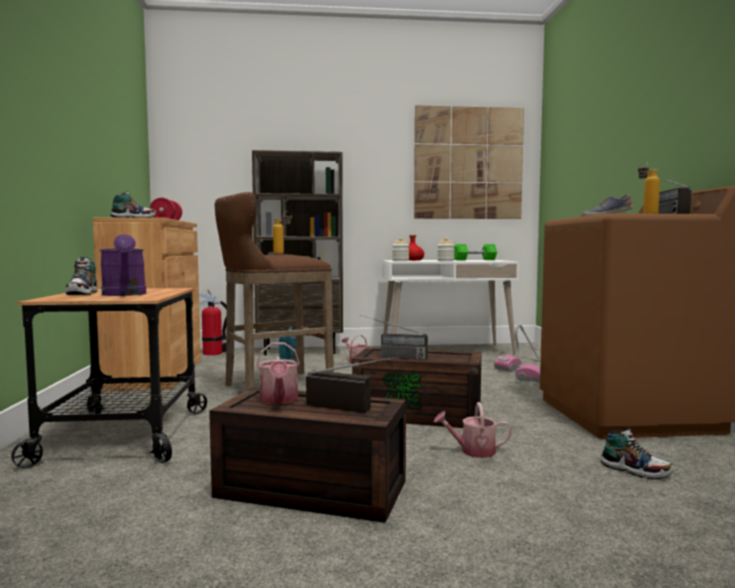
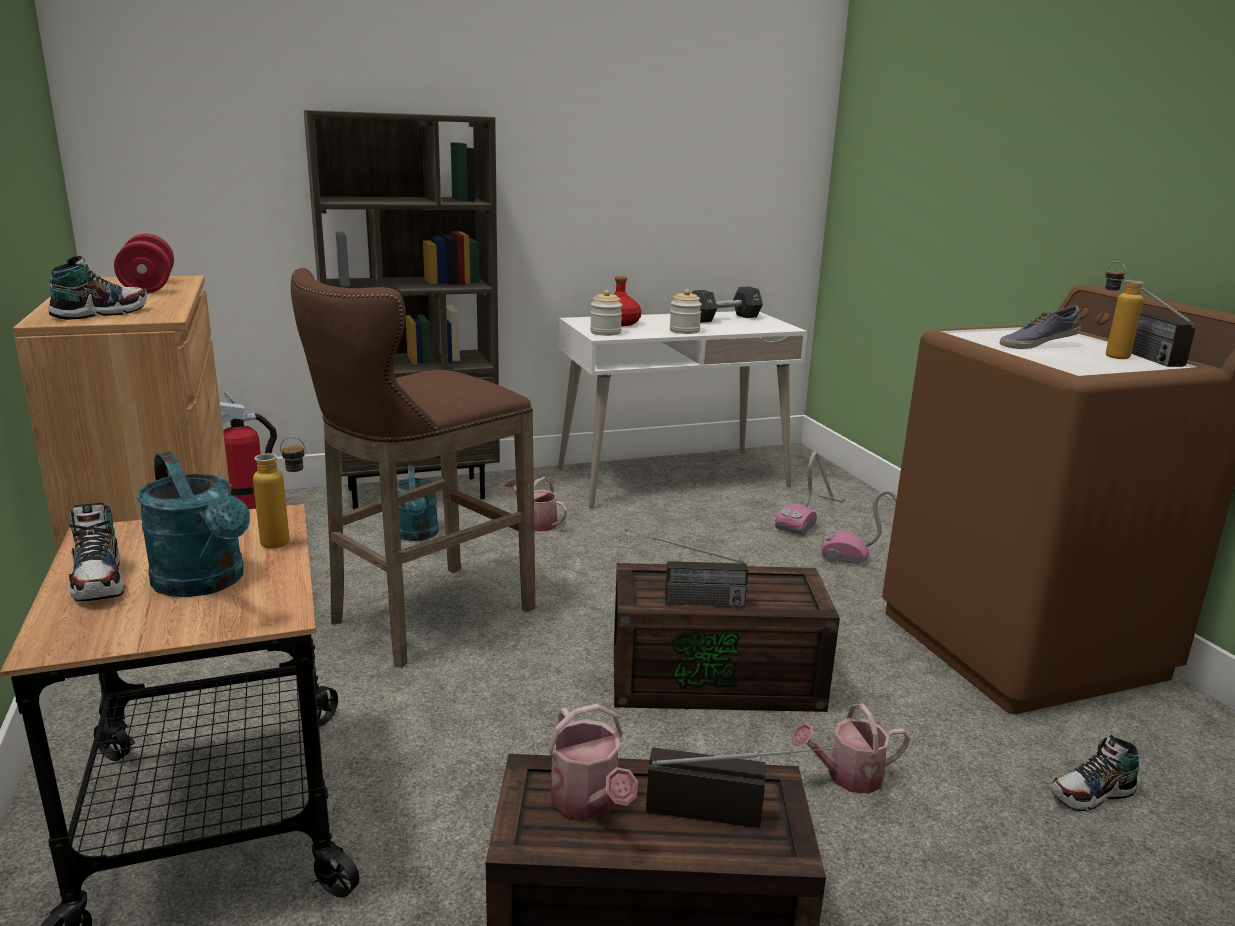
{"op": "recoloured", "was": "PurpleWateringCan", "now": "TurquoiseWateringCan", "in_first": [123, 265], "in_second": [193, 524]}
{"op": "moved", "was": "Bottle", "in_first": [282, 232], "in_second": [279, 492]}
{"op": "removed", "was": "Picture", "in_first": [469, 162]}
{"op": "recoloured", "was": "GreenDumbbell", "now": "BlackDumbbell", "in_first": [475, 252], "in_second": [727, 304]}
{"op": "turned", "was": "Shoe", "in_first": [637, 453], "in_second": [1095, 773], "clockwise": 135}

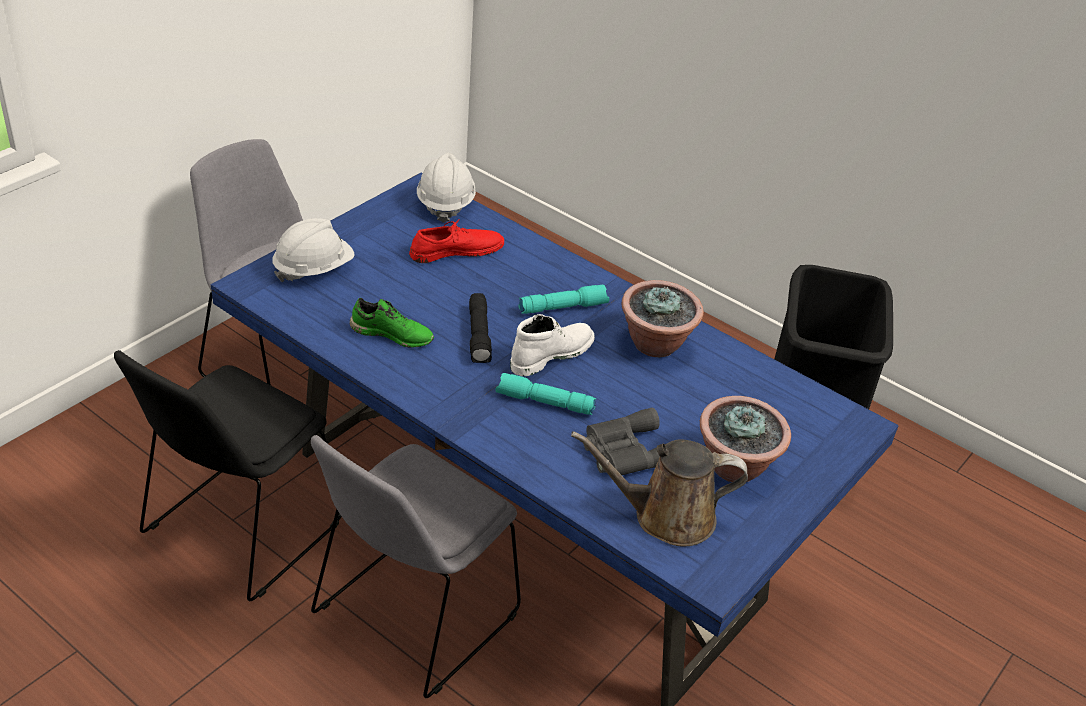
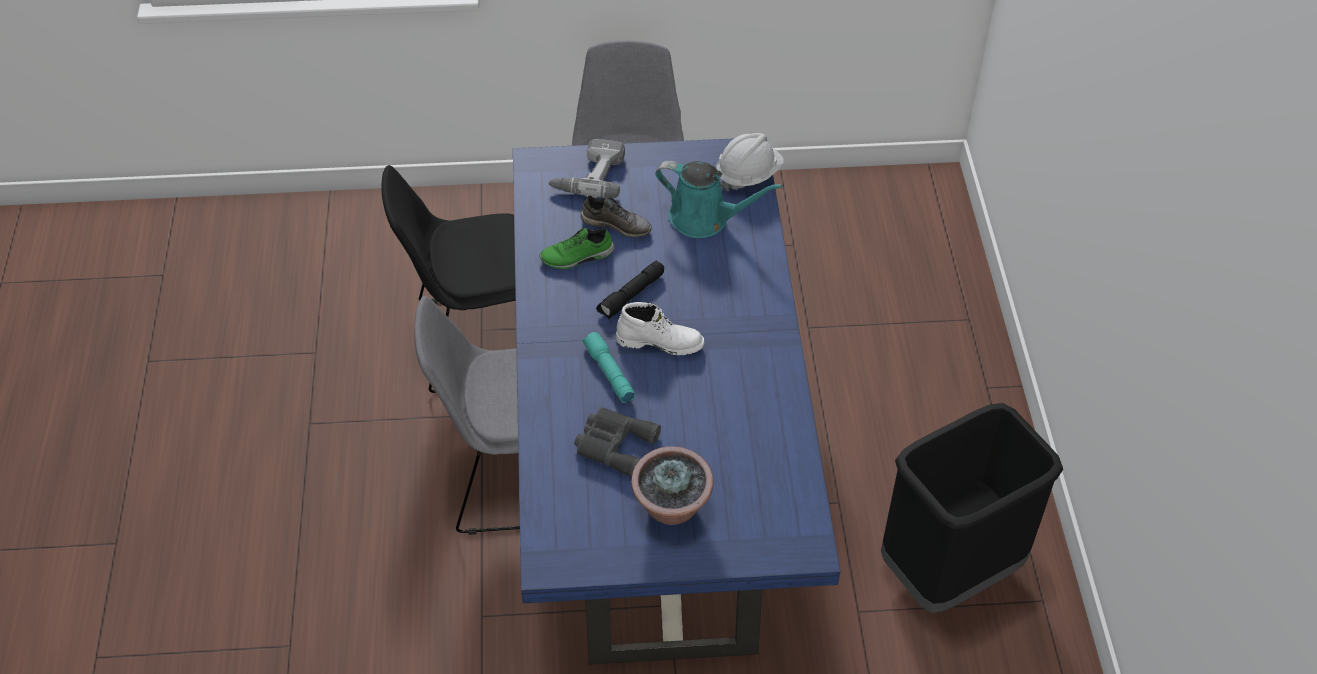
{"op": "replaced", "was": "WhiteHardHat", "now": "PowerDrill", "in_first": [313, 250], "in_second": [586, 168]}
{"op": "turned", "was": "GreenShoe", "in_first": [392, 323], "in_second": [576, 248], "clockwise": 105}
{"op": "replaced", "was": "RedShoe", "now": "TurquoiseWateringCan", "in_first": [456, 241], "in_second": [719, 199]}
{"op": "removed", "was": "TurquoiseFlashlight", "in_first": [564, 299]}
{"op": "removed", "was": "BrownWateringCan", "in_first": [659, 489]}
{"op": "removed", "was": "PottedPlant", "in_first": [662, 318]}
{"op": "added", "now": "GreyShoe", "in_second": [616, 216]}

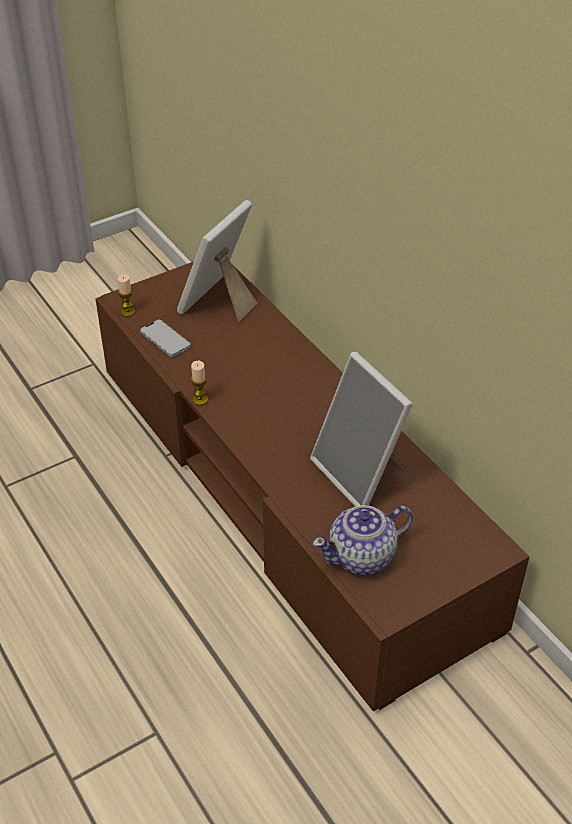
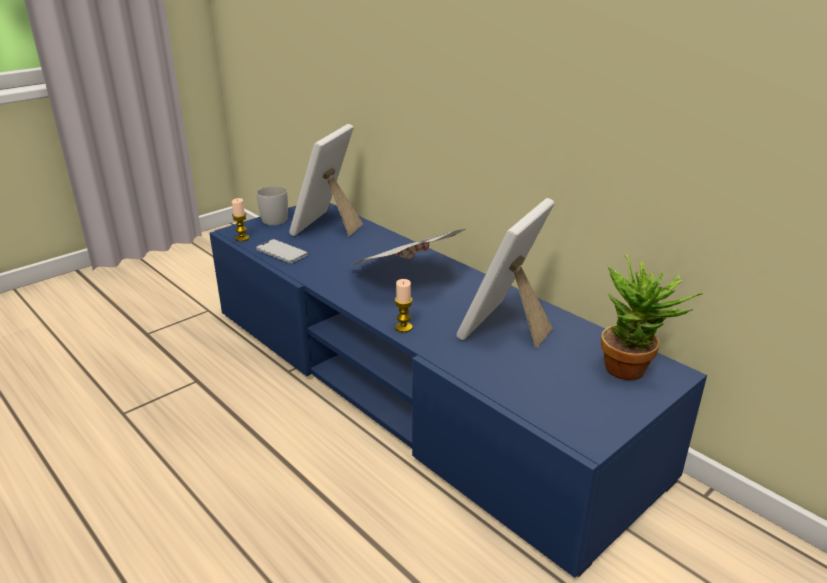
{"op": "recoloured", "was": "BrownTvStand", "now": "BlueTvStand", "in_first": [312, 487], "in_second": [458, 390]}
{"op": "moved", "was": "Candle", "in_first": [199, 383], "in_second": [404, 305]}
{"op": "turned", "was": "PictureFrame", "in_first": [361, 429], "in_second": [506, 273], "clockwise": 75}
{"op": "removed", "was": "Teapot", "in_first": [363, 540]}
{"op": "added", "now": "WhiteMug", "in_second": [272, 205]}
{"op": "added", "now": "Newspaper", "in_second": [408, 247]}
{"op": "added", "now": "PottedPlant", "in_second": [652, 317]}

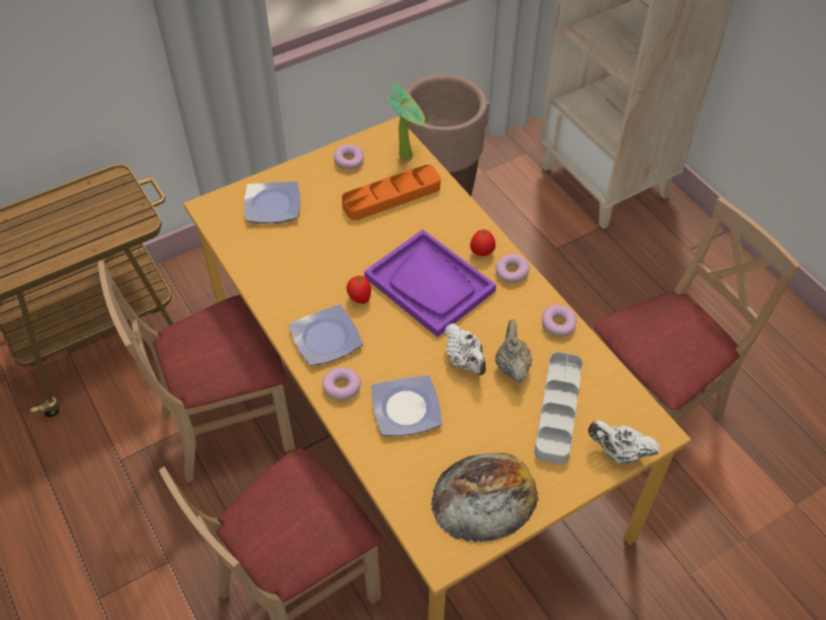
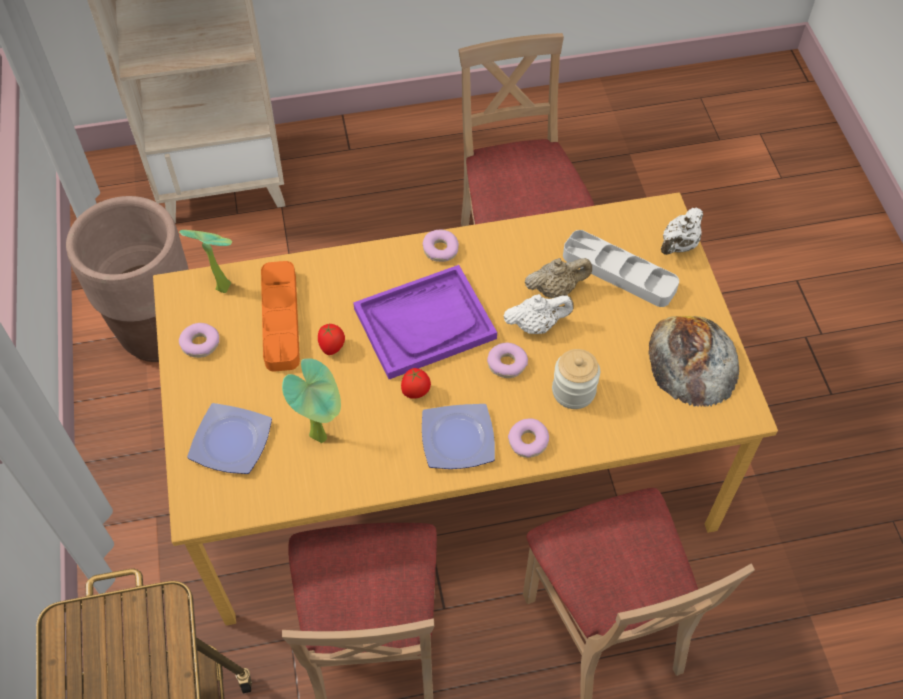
{"op": "replaced", "was": "Plate", "now": "Jar", "in_first": [407, 405], "in_second": [576, 379]}
{"op": "moved", "was": "Tomato", "in_first": [483, 242], "in_second": [331, 339]}
{"op": "turned", "was": "BeigeTeapot", "in_first": [514, 351], "in_second": [558, 278], "clockwise": 150}
{"op": "moved", "was": "Donut", "in_first": [559, 321], "in_second": [507, 360]}
{"op": "added", "now": "PottedPlant", "in_second": [311, 400]}

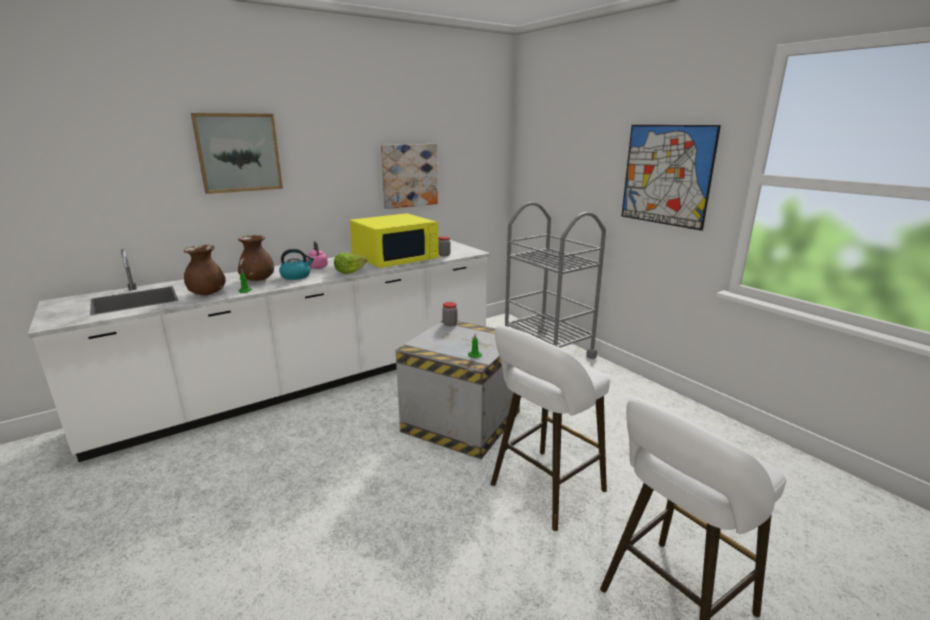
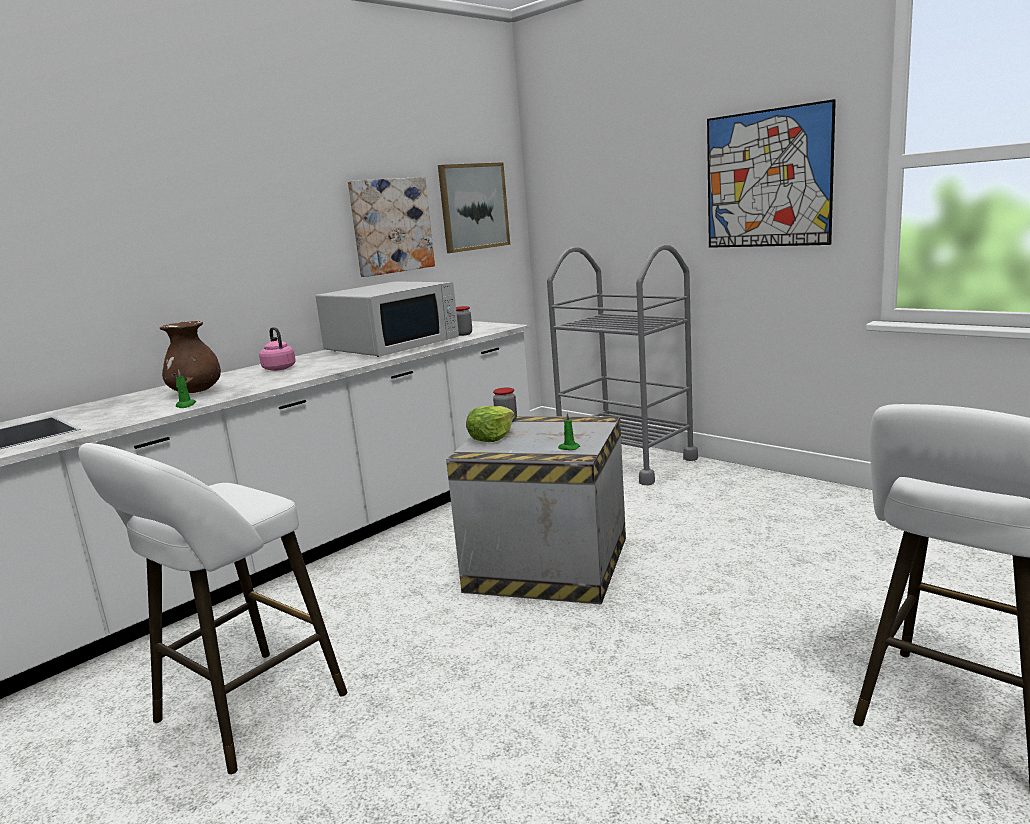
{"op": "removed", "was": "BrownVase", "in_first": [205, 270]}
{"op": "moved", "was": "Picture", "in_first": [237, 153], "in_second": [474, 207]}
{"op": "removed", "was": "Kettle", "in_first": [296, 264]}
{"op": "moved", "was": "Lettuce", "in_first": [350, 263], "in_second": [490, 424]}
{"op": "recoloured", "was": "YellowMicrowave", "now": "WhiteMicrowave", "in_first": [394, 240], "in_second": [387, 319]}
{"op": "moved", "was": "WhiteStool", "in_first": [550, 428], "in_second": [212, 608]}

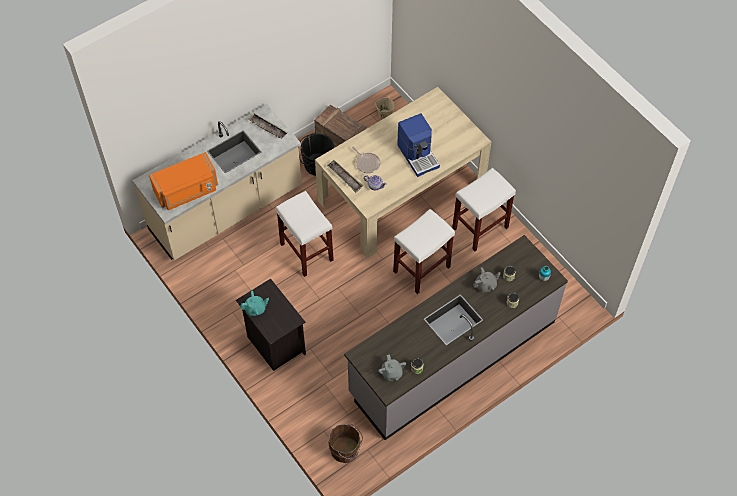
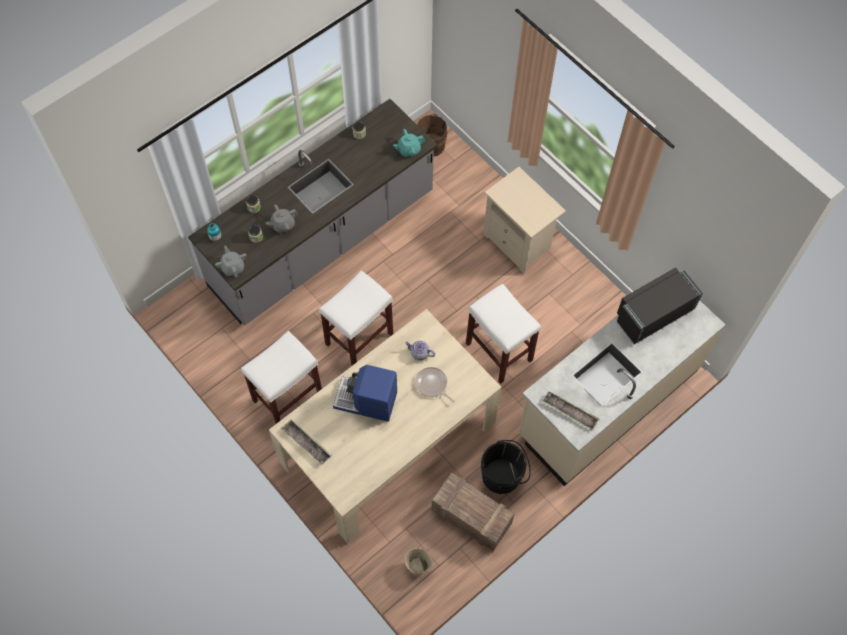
{"op": "recoloured", "was": "OrangeMicrowave", "now": "BlackMicrowave", "in_first": [183, 181], "in_second": [660, 306]}
{"op": "recoloured", "was": "BlackNightstand", "now": "BeigeNightstand", "in_first": [271, 324], "in_second": [524, 220]}
{"op": "moved", "was": "TurquoiseTeapot", "in_first": [254, 303], "in_second": [409, 143]}
{"op": "moved", "was": "Tray", "in_first": [345, 176], "in_second": [306, 442]}
{"op": "moved", "was": "GreyTeapot", "in_first": [392, 367], "in_second": [231, 261]}
{"op": "turned", "was": "CoffeeMachine", "in_first": [418, 145], "in_second": [365, 393], "clockwise": -45}

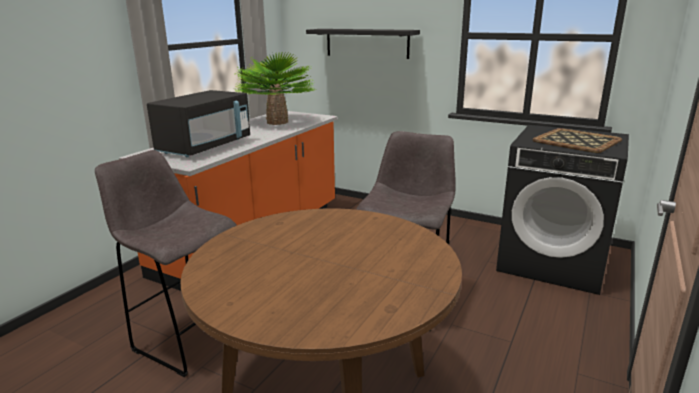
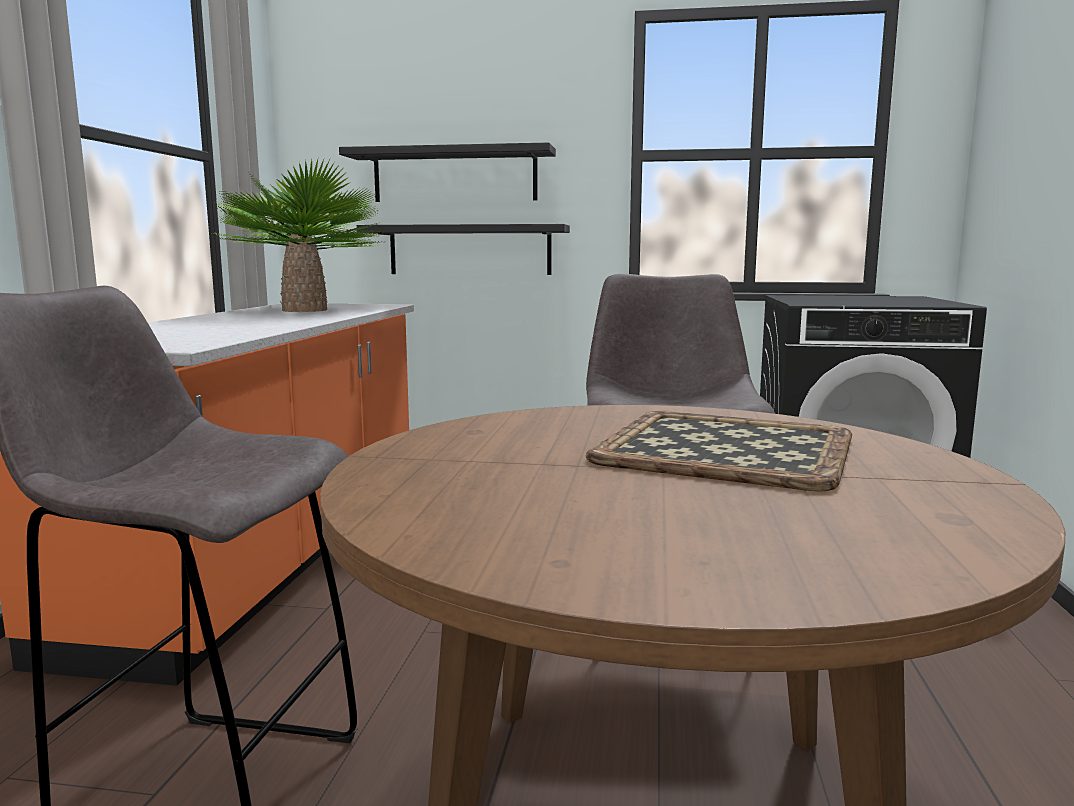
{"op": "removed", "was": "BlackMicrowave", "in_first": [198, 123]}
{"op": "moved", "was": "Tray", "in_first": [577, 140], "in_second": [719, 451]}
{"op": "added", "now": "BlackShelf", "in_second": [463, 249]}

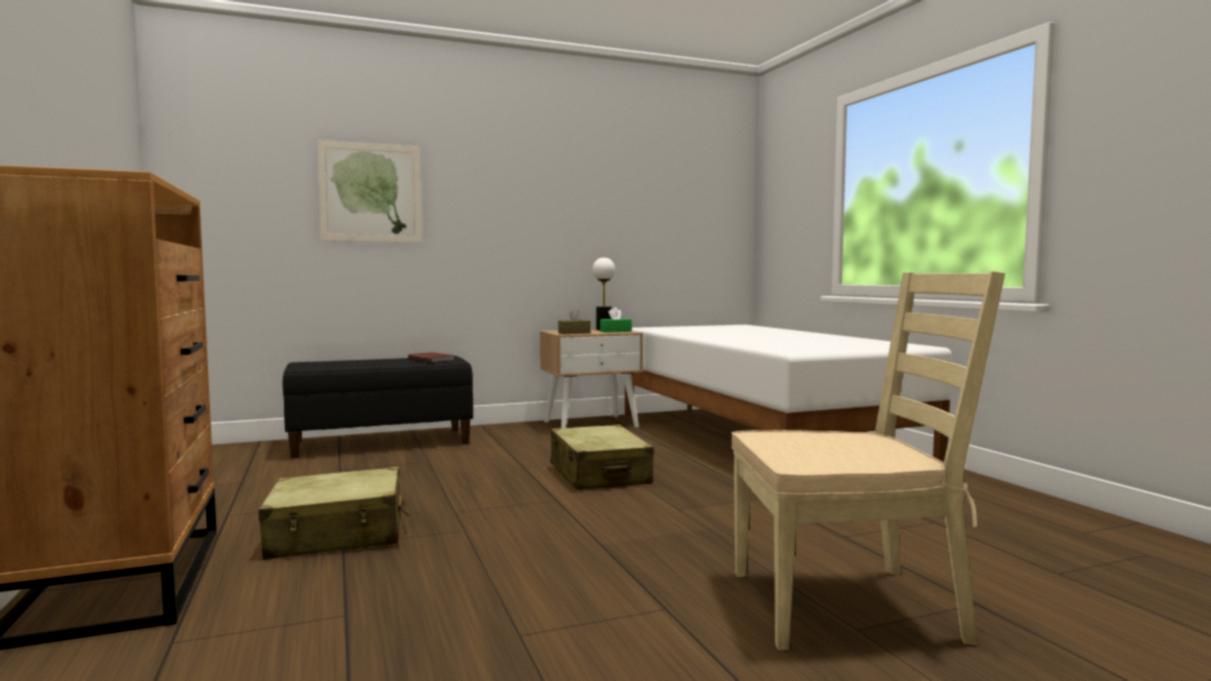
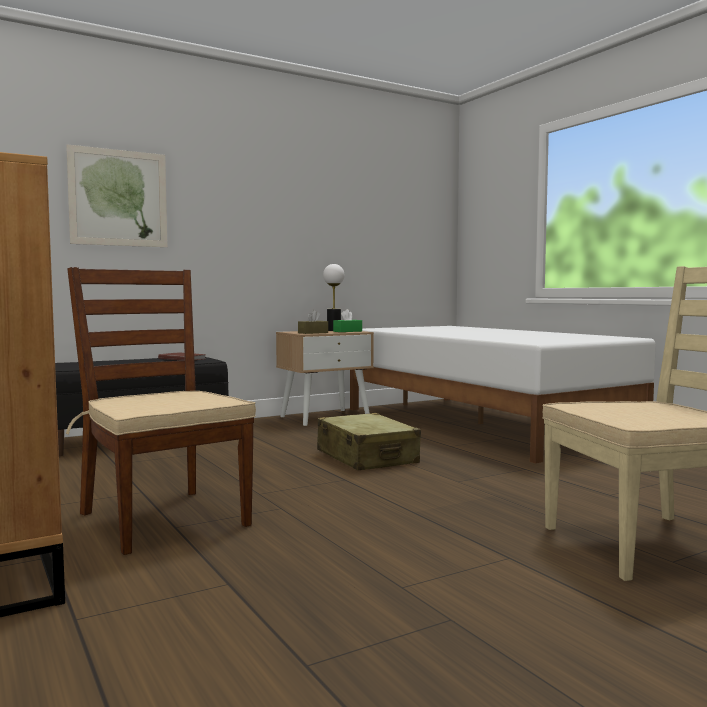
{"op": "replaced", "was": "BeigeSuitcase", "now": "BrownChair", "in_first": [334, 513], "in_second": [161, 411]}

